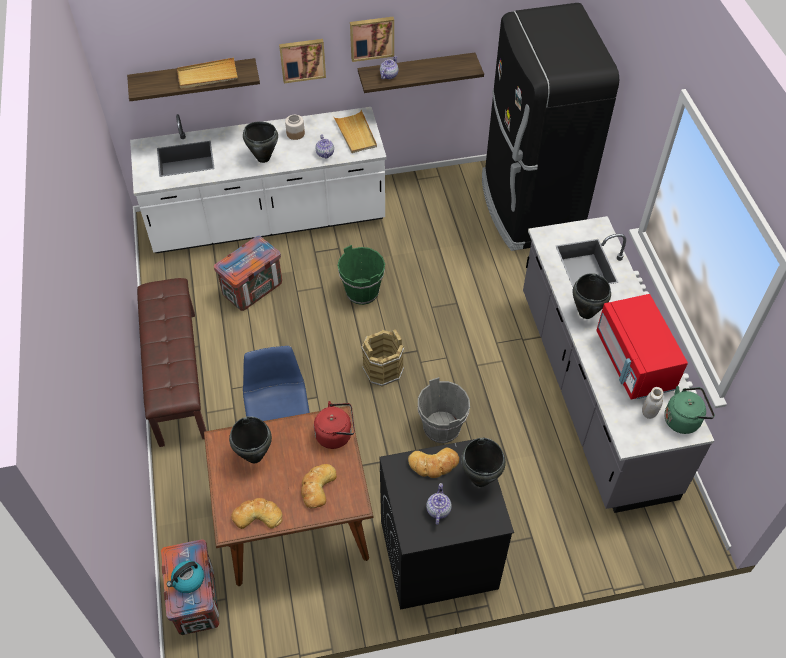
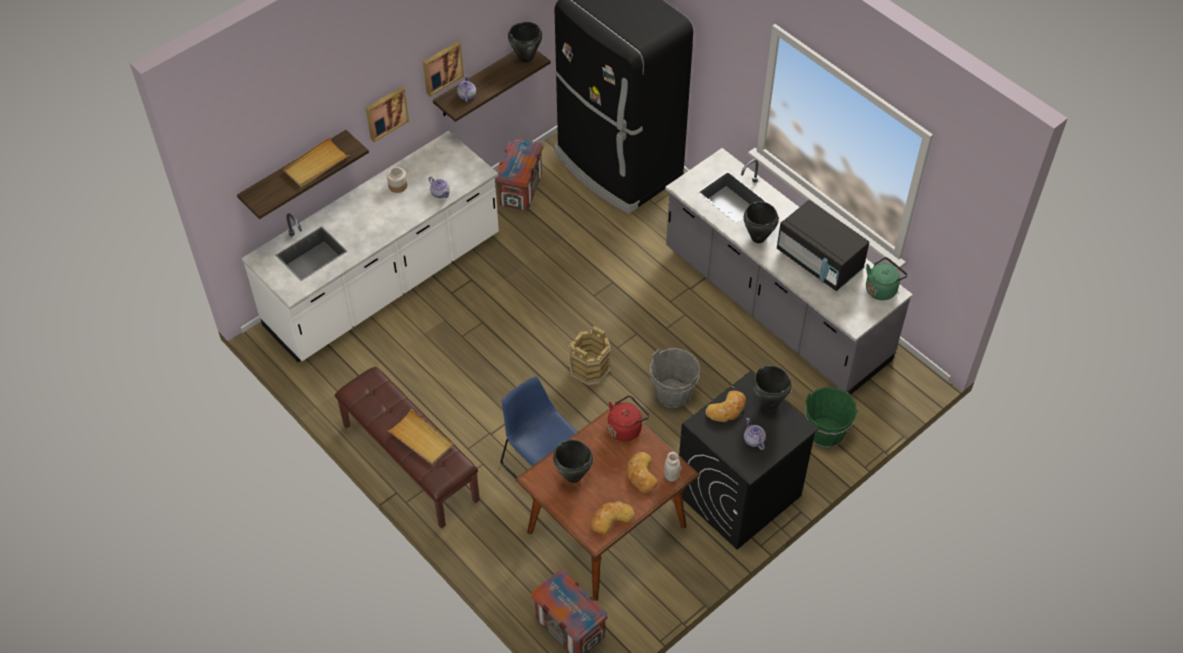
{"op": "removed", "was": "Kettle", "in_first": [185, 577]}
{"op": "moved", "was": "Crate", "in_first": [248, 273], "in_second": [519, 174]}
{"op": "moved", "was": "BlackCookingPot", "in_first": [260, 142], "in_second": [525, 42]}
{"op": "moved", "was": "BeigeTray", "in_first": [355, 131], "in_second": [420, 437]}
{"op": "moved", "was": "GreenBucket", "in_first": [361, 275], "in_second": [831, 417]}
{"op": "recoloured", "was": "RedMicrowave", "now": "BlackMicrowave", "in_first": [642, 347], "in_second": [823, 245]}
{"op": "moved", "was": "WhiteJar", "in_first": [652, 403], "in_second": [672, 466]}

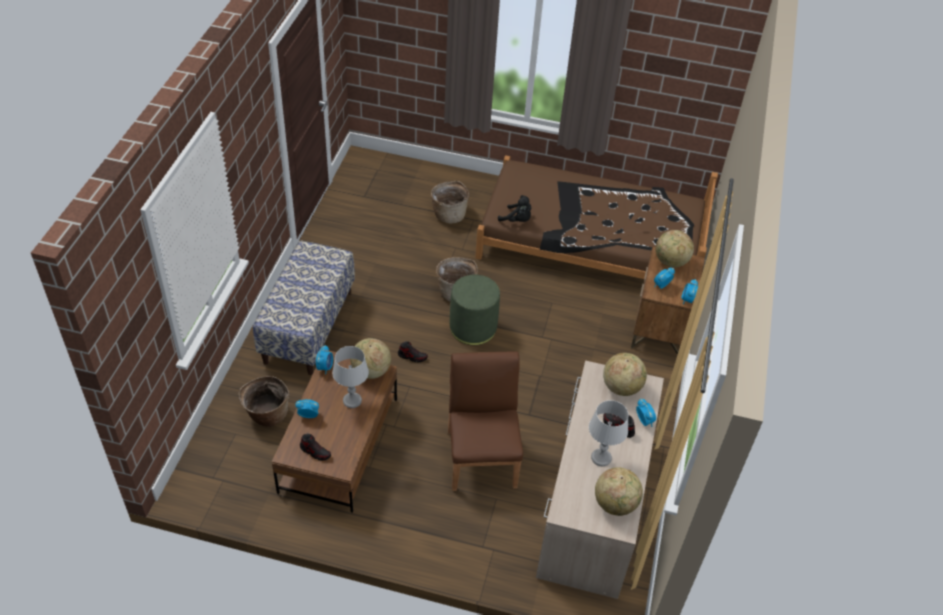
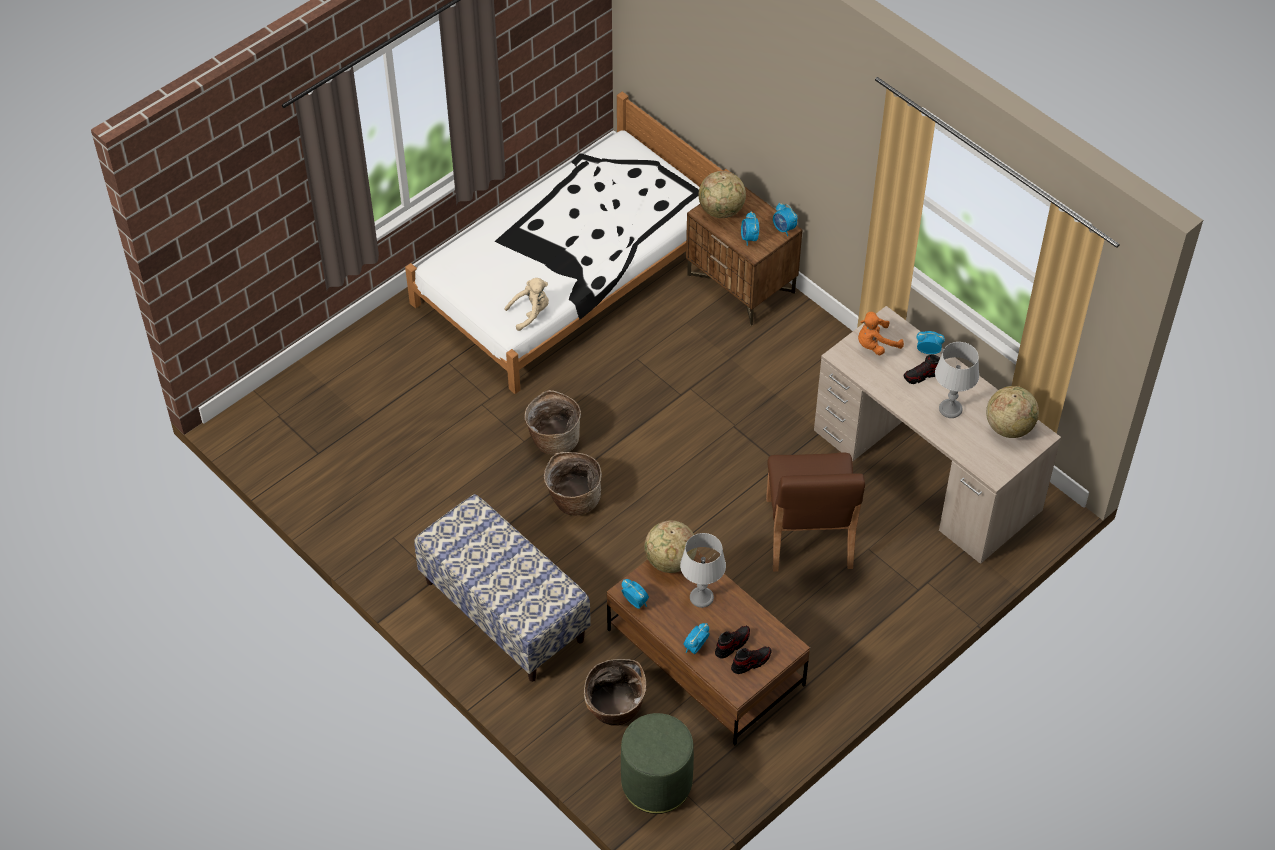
{"op": "moved", "was": "Shoe", "in_first": [413, 351], "in_second": [732, 642]}
{"op": "moved", "was": "Basket", "in_first": [450, 202], "in_second": [573, 483]}
{"op": "turned", "was": "BrownChair", "in_first": [485, 421], "in_second": [815, 512], "clockwise": -120}
{"op": "moved", "was": "GreenOttoman", "in_first": [475, 310], "in_second": [657, 763]}
{"op": "recoloured", "was": "BrownBed", "now": "WhiteBed", "in_first": [596, 217], "in_second": [567, 243]}
{"op": "recoloured", "was": "BlackPlushToy", "now": "BeigePlushToy", "in_first": [514, 208], "in_second": [527, 304]}
{"op": "replaced", "was": "Globe", "now": "OrangePlushToy", "in_first": [625, 374], "in_second": [881, 333]}

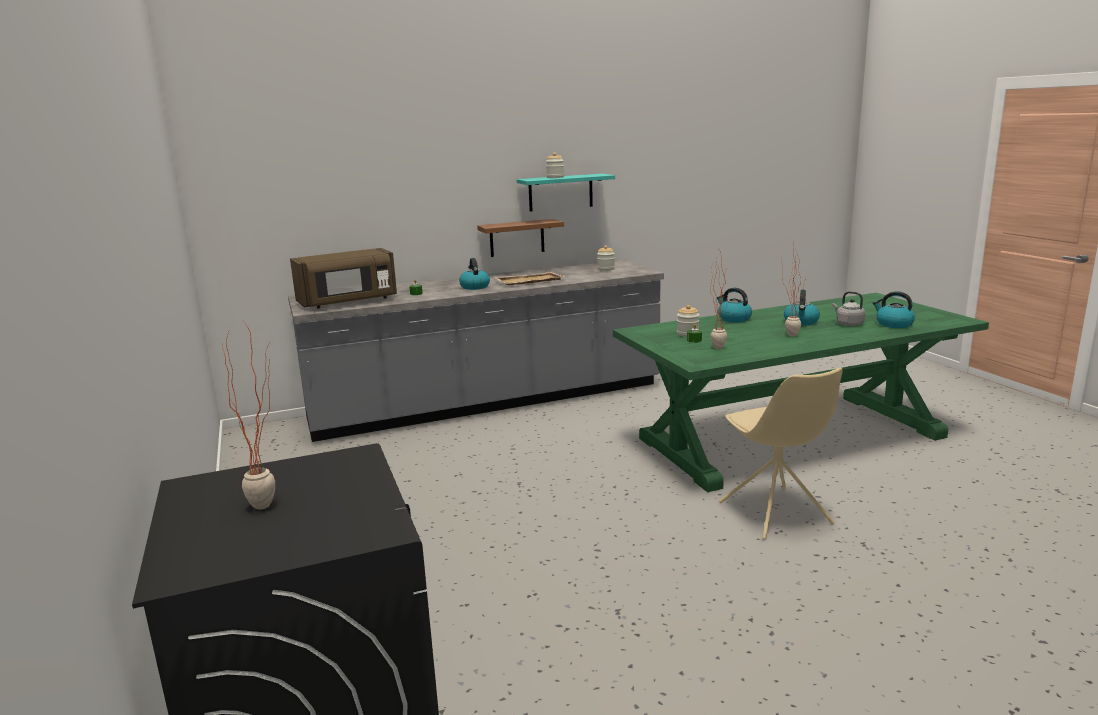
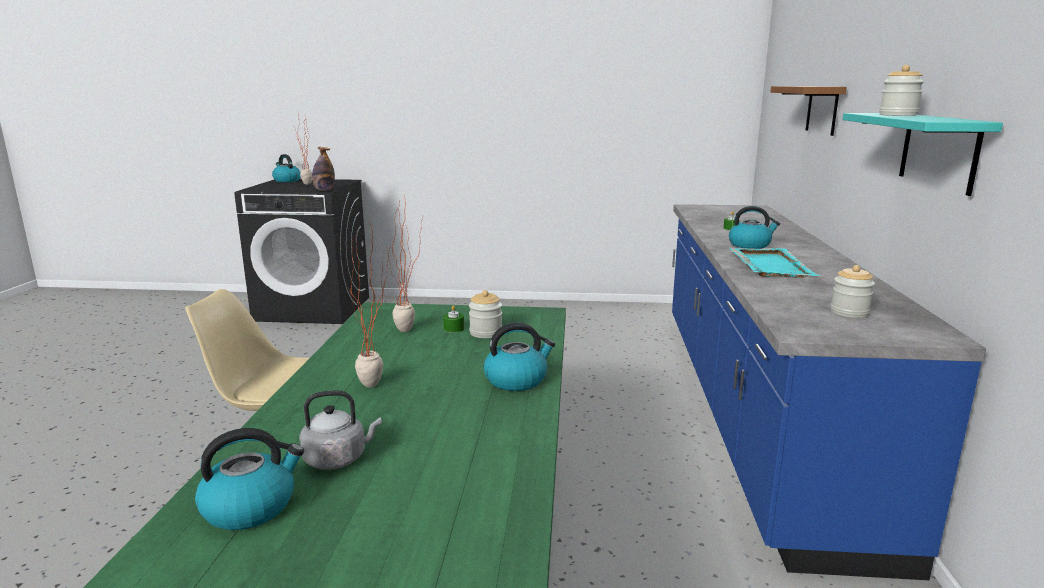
{"op": "recoloured", "was": "GreyCounter", "now": "BlueCounter", "in_first": [476, 350], "in_second": [829, 392]}
{"op": "removed", "was": "BrownMicrowave", "in_first": [343, 278]}
{"op": "moved", "was": "BrownShelf", "in_first": [520, 238], "in_second": [808, 111]}
{"op": "recoloured", "was": "BeigeTray", "now": "TurquoiseTray", "in_first": [529, 278], "in_second": [774, 262]}
{"op": "moved", "was": "Kettle", "in_first": [802, 308], "in_second": [286, 168]}
{"op": "added", "now": "Bottle", "in_second": [323, 169]}

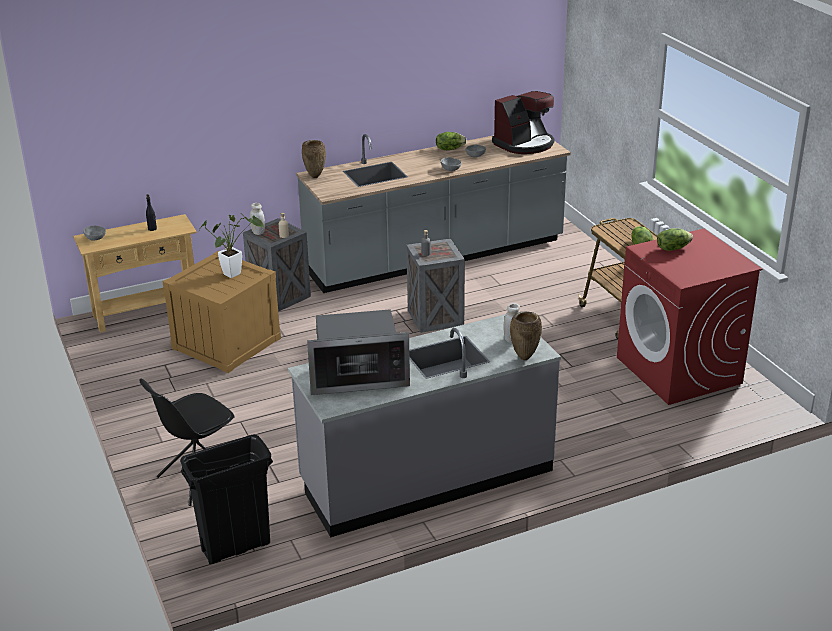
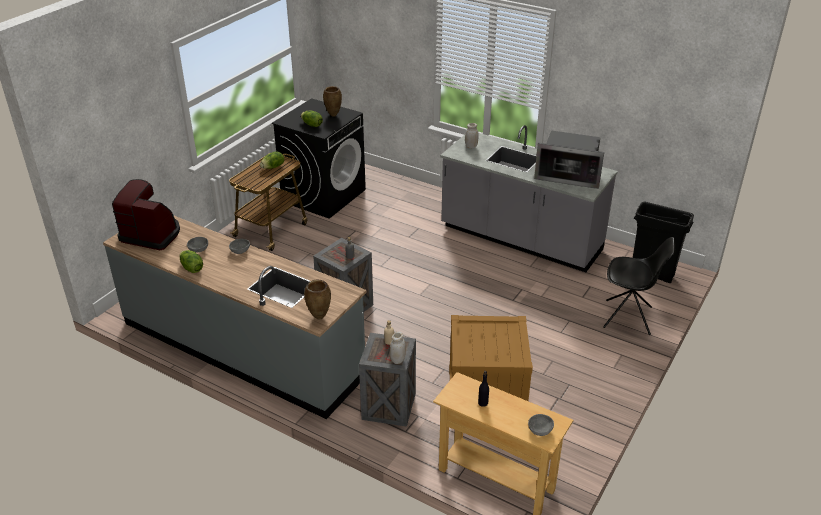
{"op": "removed", "was": "PottedPlant", "in_first": [231, 246]}
{"op": "turned", "was": "Microwave", "in_first": [358, 352], "in_second": [569, 159], "clockwise": 150}
{"op": "moved", "was": "BrownVase", "in_first": [526, 335], "in_second": [332, 101]}
{"op": "recoloured", "was": "RedWashingMachine", "now": "BlackWashingMachine", "in_first": [689, 316], "in_second": [319, 158]}

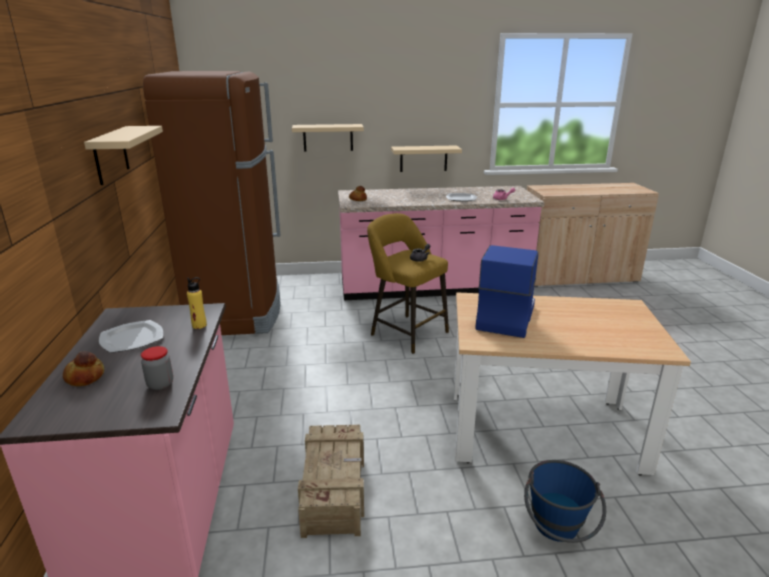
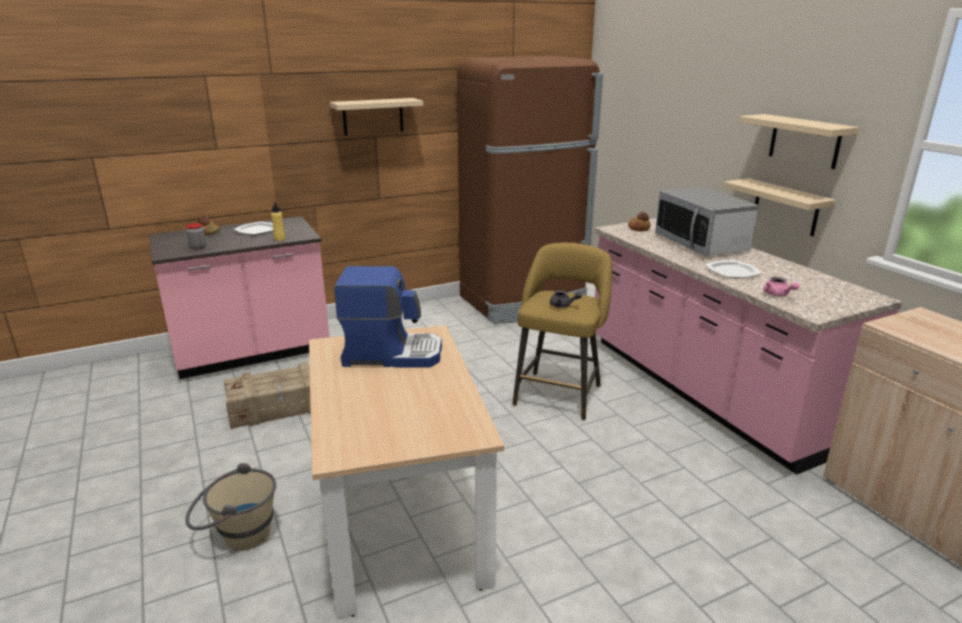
{"op": "moved", "was": "BeigeShelf", "in_first": [328, 138], "in_second": [799, 141]}
{"op": "recoloured", "was": "BlueBucket", "now": "BeigeBucket", "in_first": [565, 501], "in_second": [230, 507]}
{"op": "added", "now": "Microwave", "in_second": [707, 221]}

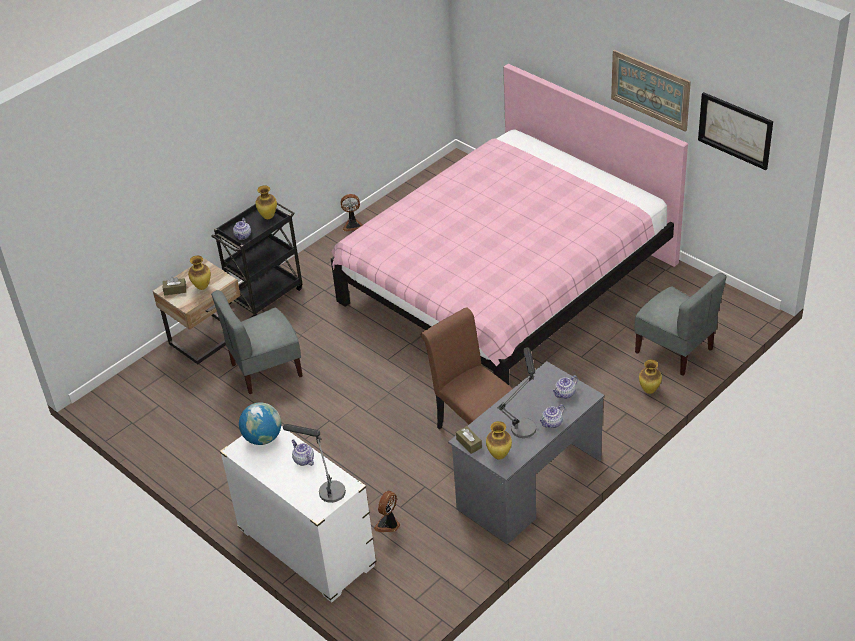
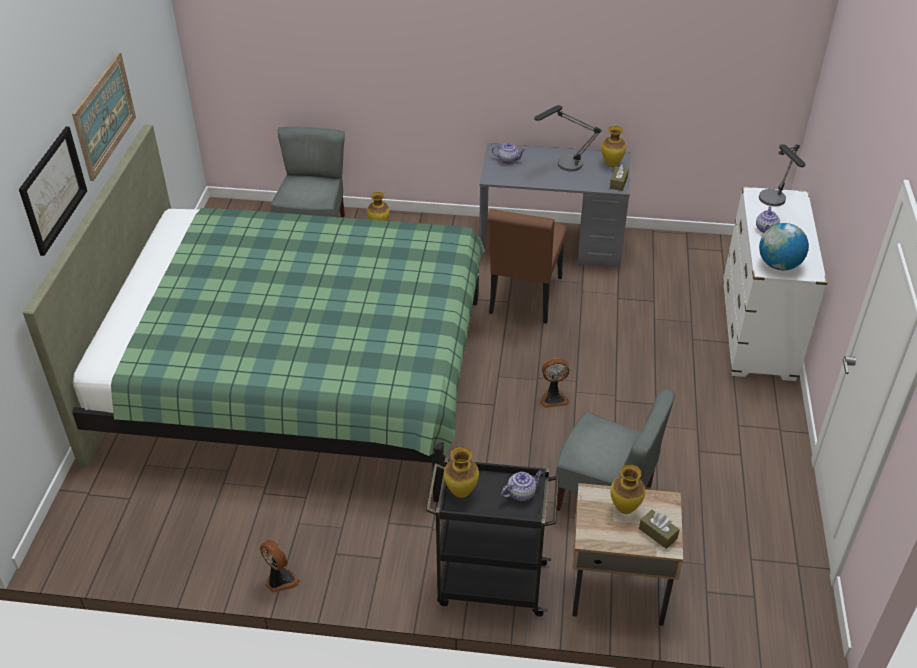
{"op": "recoloured", "was": "PinkBed", "now": "GreenBed", "in_first": [509, 224], "in_second": [254, 313]}
{"op": "moved", "was": "Fan", "in_first": [387, 511], "in_second": [555, 383]}
{"op": "removed", "was": "Teapot", "in_first": [552, 416]}
{"op": "moved", "was": "Picture", "in_first": [735, 131], "in_second": [53, 191]}

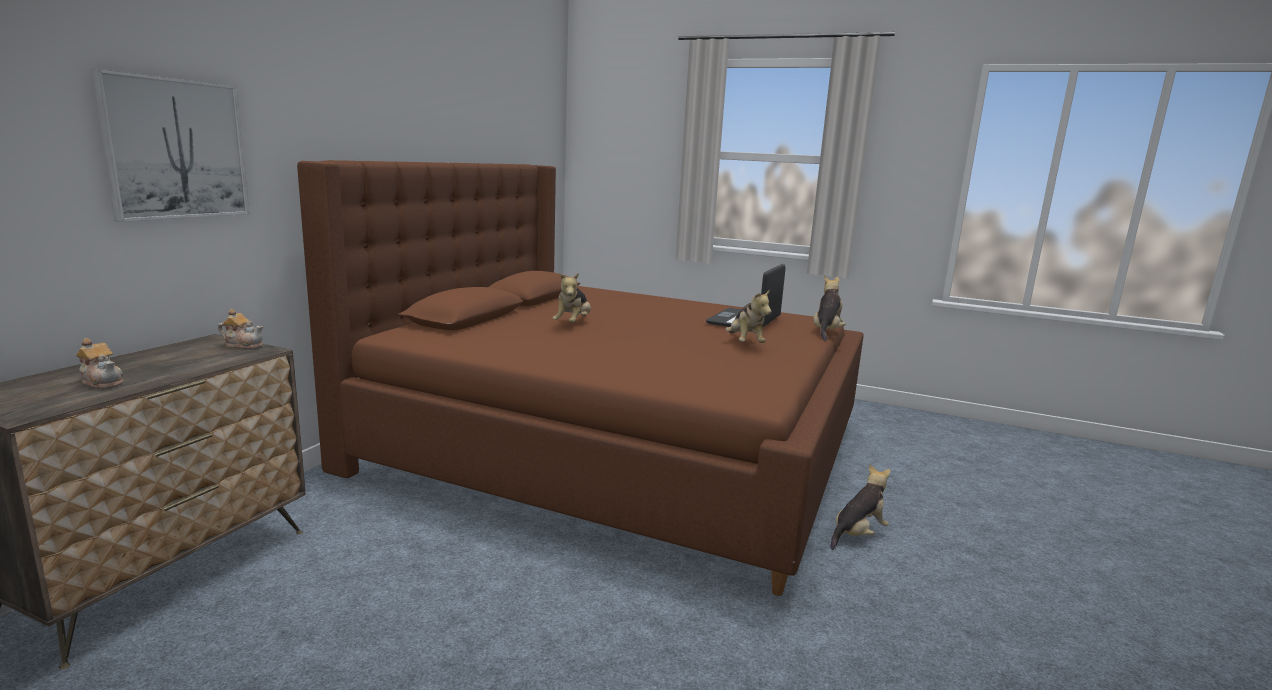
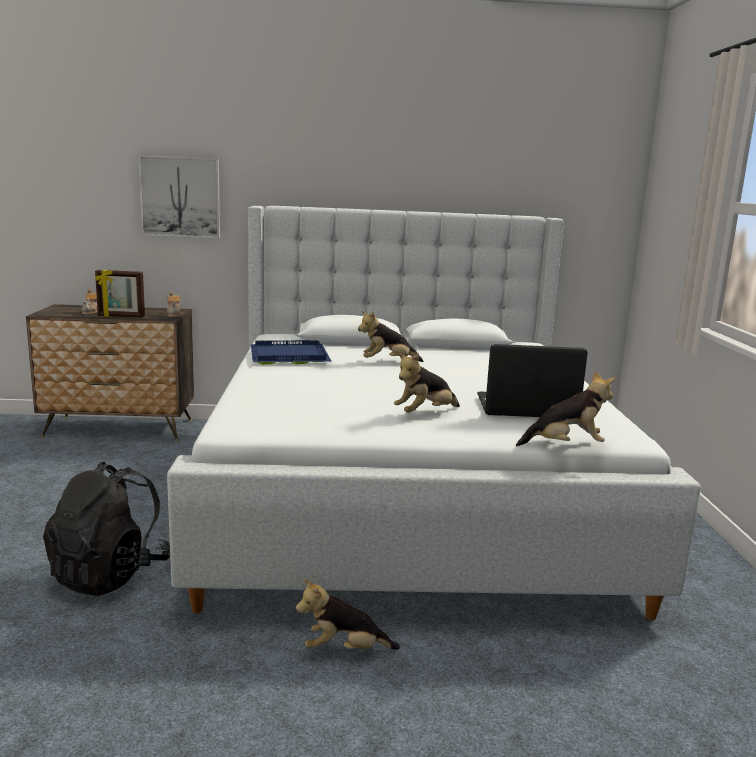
{"op": "recoloured", "was": "BrownBed", "now": "WhiteBed", "in_first": [580, 378], "in_second": [434, 413]}
{"op": "turned", "was": "PlushToy", "in_first": [860, 507], "in_second": [348, 614], "clockwise": 150}
{"op": "added", "now": "BlackBackpack", "in_second": [106, 529]}
{"op": "added", "now": "PictureFrame", "in_second": [120, 294]}
{"op": "added", "now": "BlueTray", "in_second": [291, 352]}

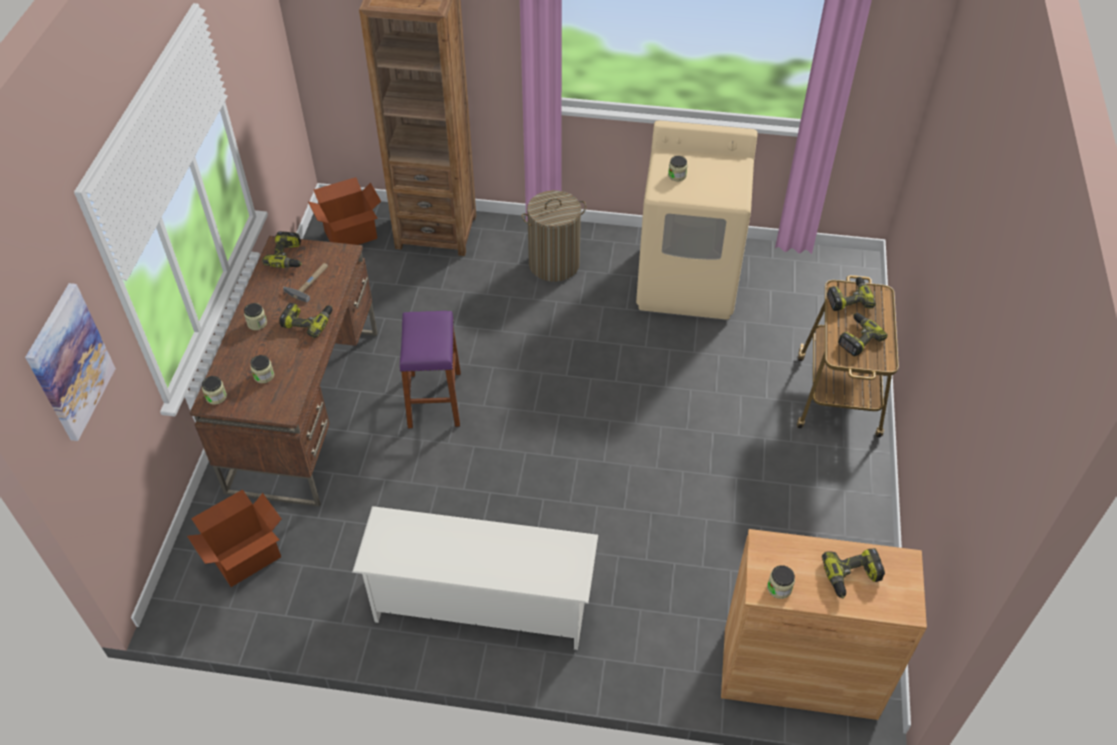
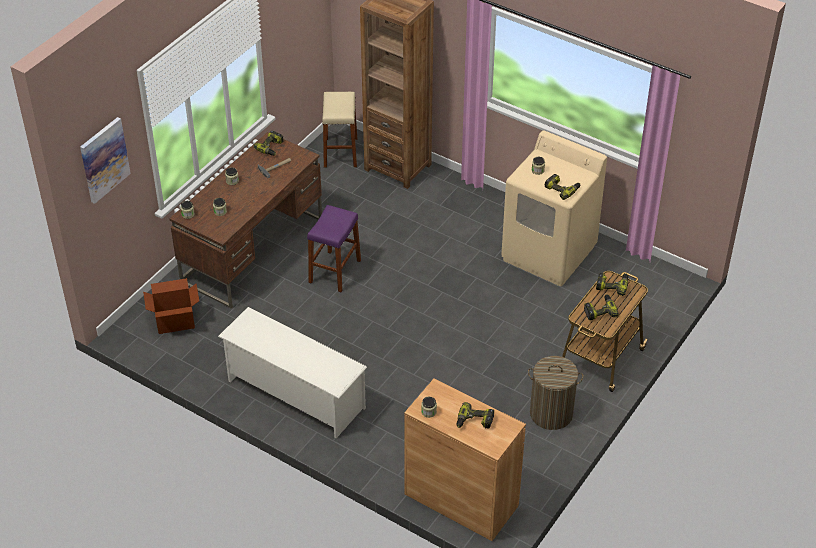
{"op": "moved", "was": "PowerDrill", "in_first": [306, 320], "in_second": [563, 187]}
{"op": "replaced", "was": "CardboardBox", "now": "BeigeStool", "in_first": [344, 211], "in_second": [339, 130]}
{"op": "moved", "was": "LaundryBasket", "in_first": [553, 236], "in_second": [556, 393]}

